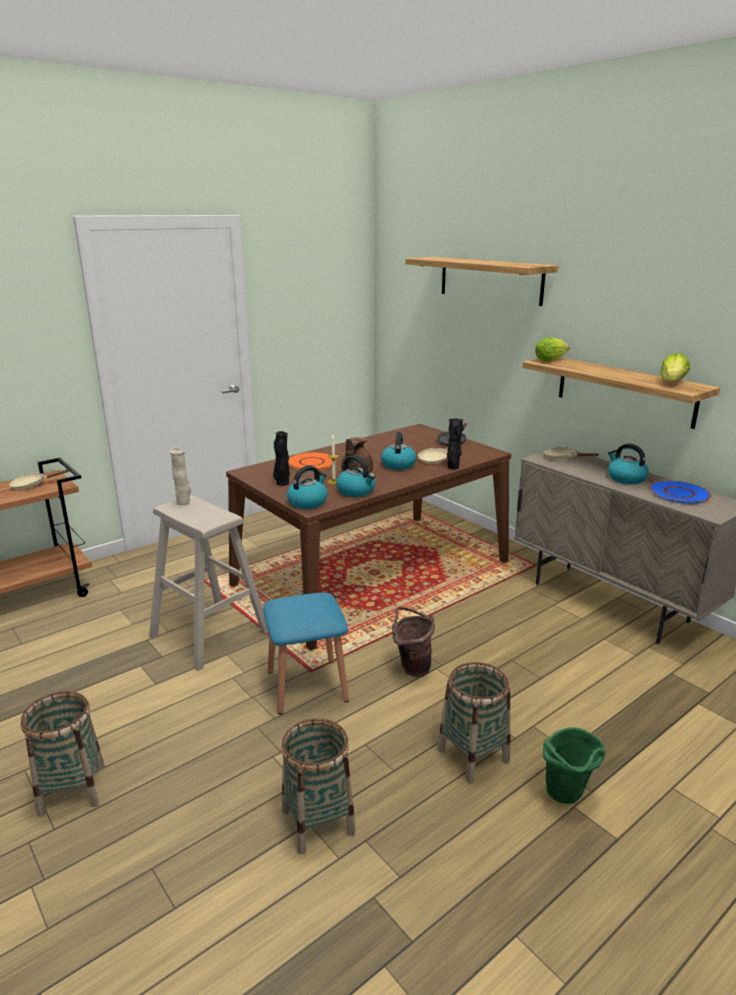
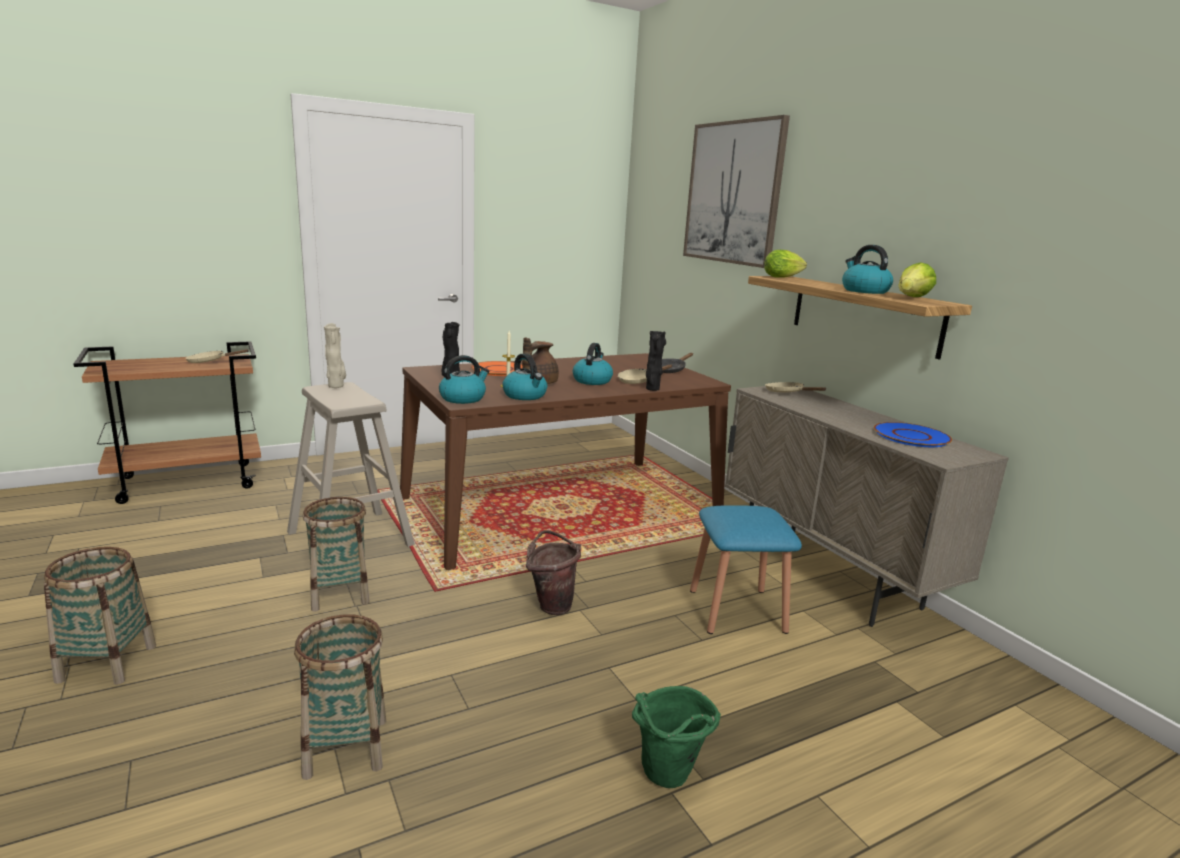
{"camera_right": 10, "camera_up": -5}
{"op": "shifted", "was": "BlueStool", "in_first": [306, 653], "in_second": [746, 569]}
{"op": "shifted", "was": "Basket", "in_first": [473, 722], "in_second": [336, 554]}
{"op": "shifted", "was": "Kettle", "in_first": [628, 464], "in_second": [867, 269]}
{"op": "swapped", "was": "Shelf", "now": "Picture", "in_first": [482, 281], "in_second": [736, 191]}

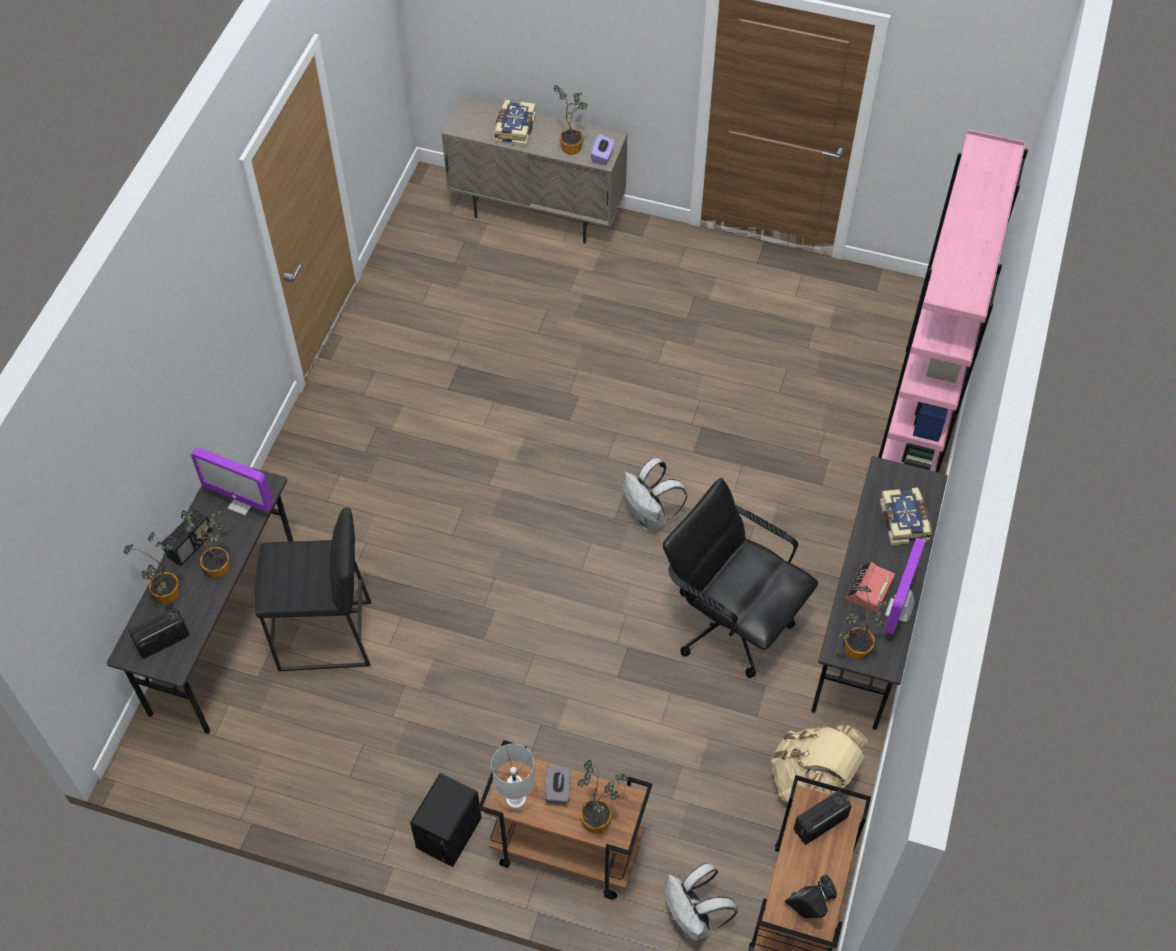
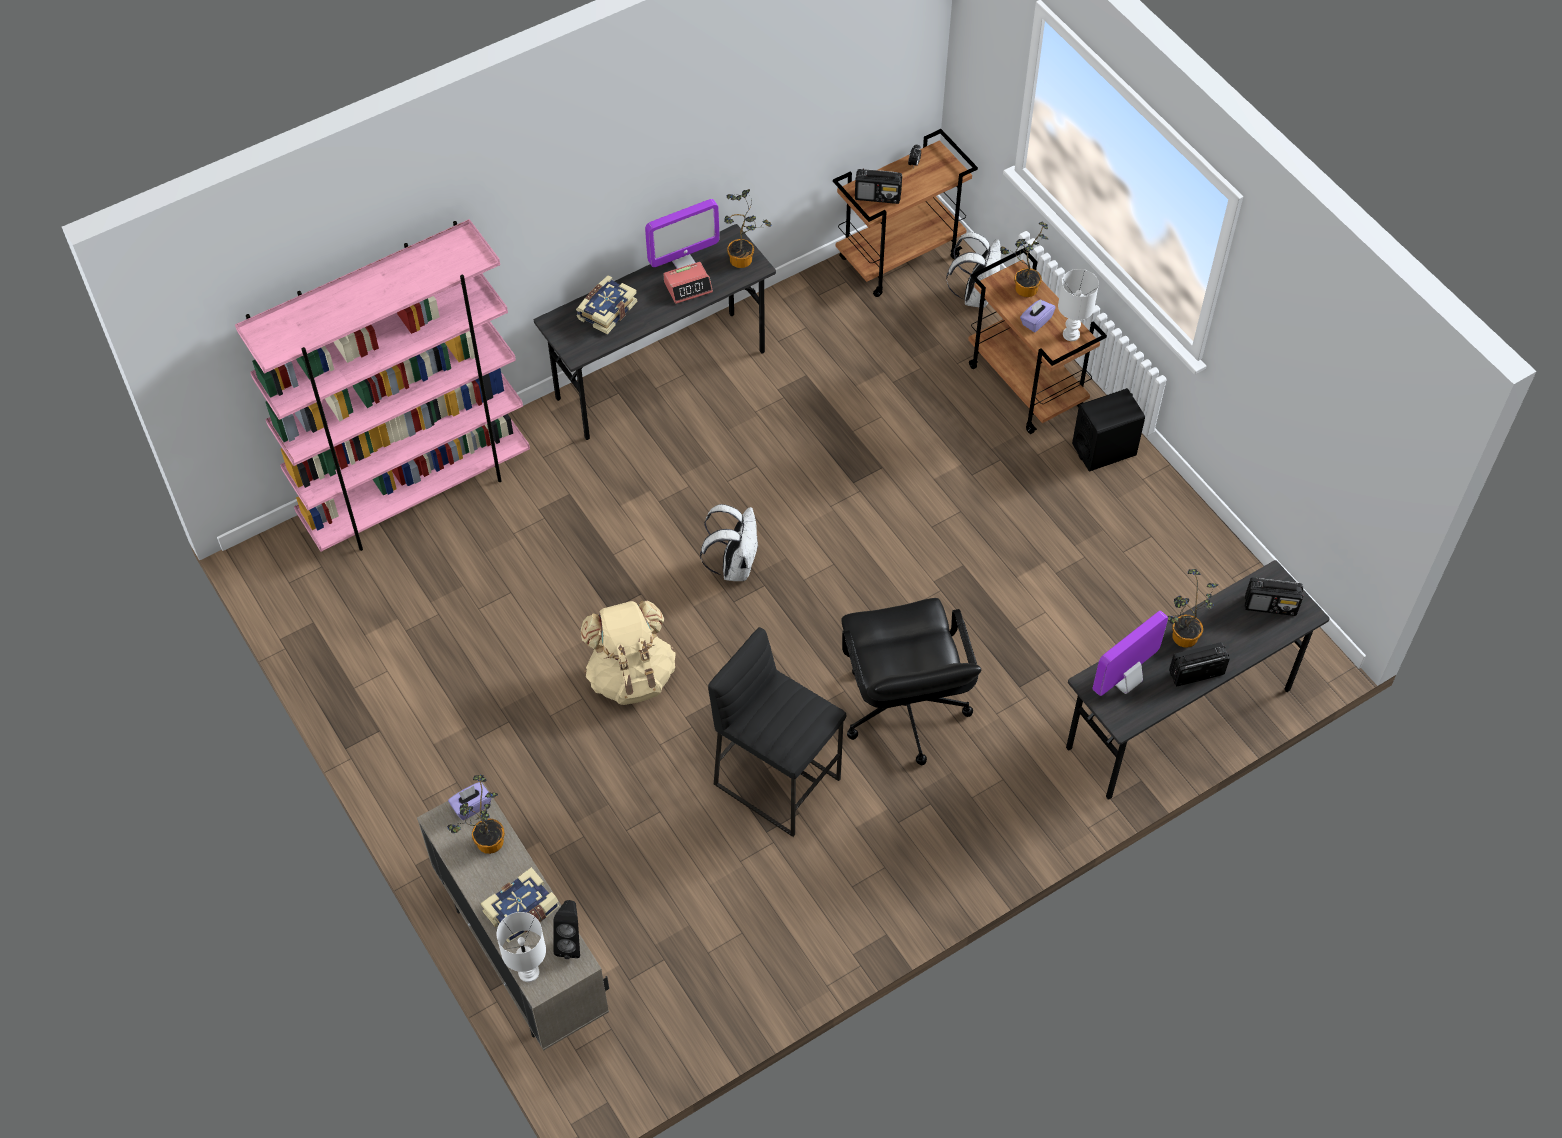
{"camera_right": -140, "camera_up": 0}
{"op": "gone", "was": "PottedPlant", "in_first": [151, 568]}
{"op": "new", "now": "WhiteTableLamp", "in_second": [521, 947]}
{"op": "shifted", "was": "BlackStool", "in_first": [313, 589], "in_second": [777, 732]}
{"op": "shifted", "was": "BlackOfficeChair", "in_first": [740, 578], "in_second": [911, 681]}
{"op": "shifted", "was": "BeigeBackpack", "in_first": [819, 764], "in_second": [628, 652]}
{"op": "shifted", "was": "BlackSpeaker", "in_first": [806, 901], "in_second": [566, 929]}
{"op": "repainted", "was": "GreyTissueBox", "now": "PurpleTissueBox", "in_first": [558, 784], "in_second": [1038, 315]}
{"op": "rotated", "was": "Monitor", "in_first": [232, 481], "in_second": [1130, 653], "clockwise": -105}

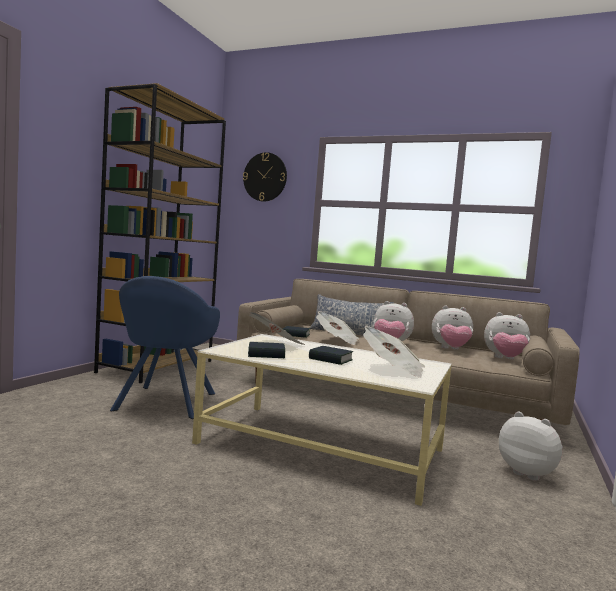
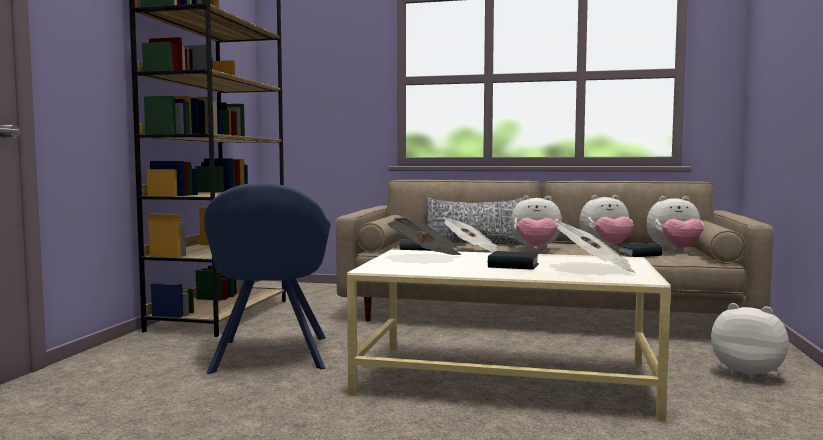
{"camera_right": -10, "camera_up": 0}
{"op": "gone", "was": "WallClock", "in_first": [265, 177]}
{"op": "shifted", "was": "Book", "in_first": [266, 350], "in_second": [640, 250]}

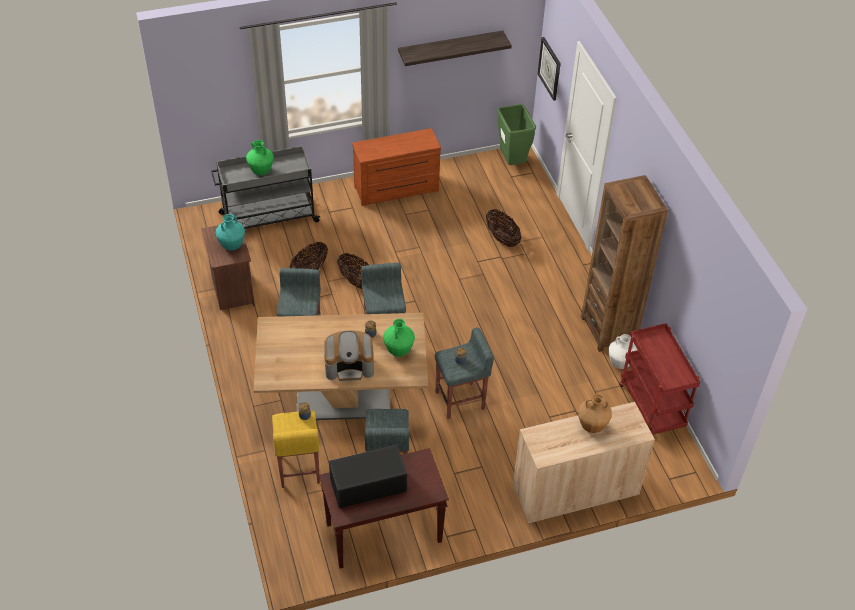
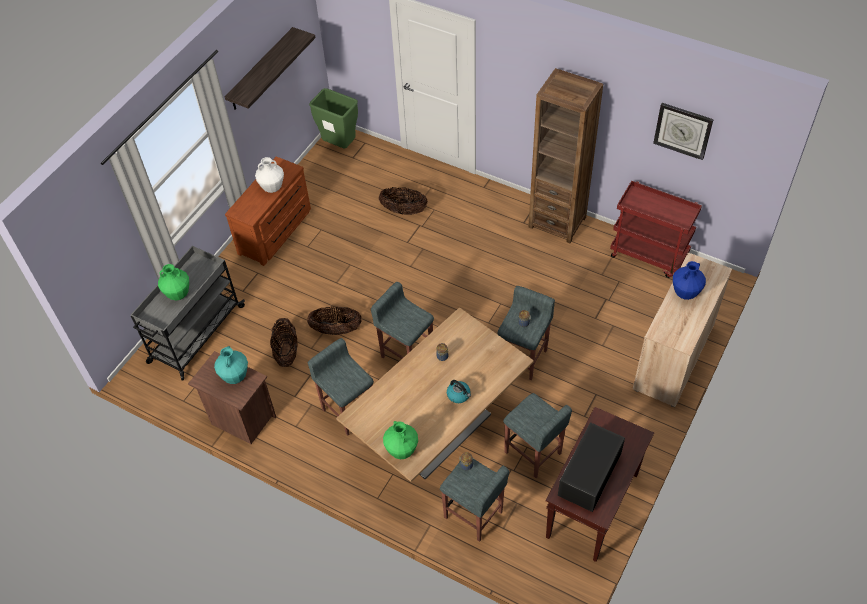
{"camera_right": -40, "camera_up": 5}
{"op": "shifted", "was": "GreenVase", "in_first": [399, 338], "in_second": [400, 440]}
{"op": "shifted", "was": "WallClock", "in_first": [549, 69], "in_second": [683, 131]}
{"op": "shifted", "was": "WhiteVase", "in_first": [622, 351], "in_second": [269, 175]}
{"op": "swapped", "was": "CoffeeMachine", "now": "Kettle", "in_first": [349, 355], "in_second": [459, 391]}
{"op": "repainted", "was": "YellowStool", "now": "GreyStool", "in_first": [296, 449], "in_second": [474, 500]}
{"op": "repainted", "was": "BrownVase", "now": "BlueVase", "in_first": [595, 413], "in_second": [689, 280]}

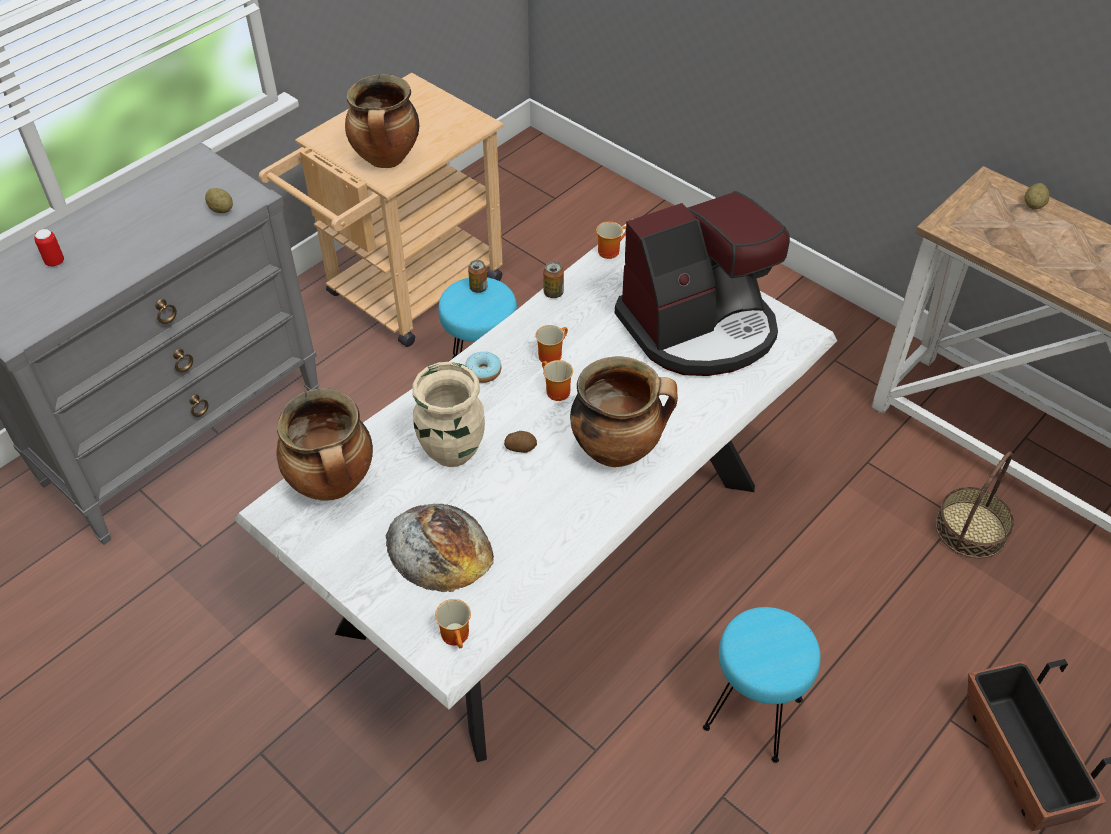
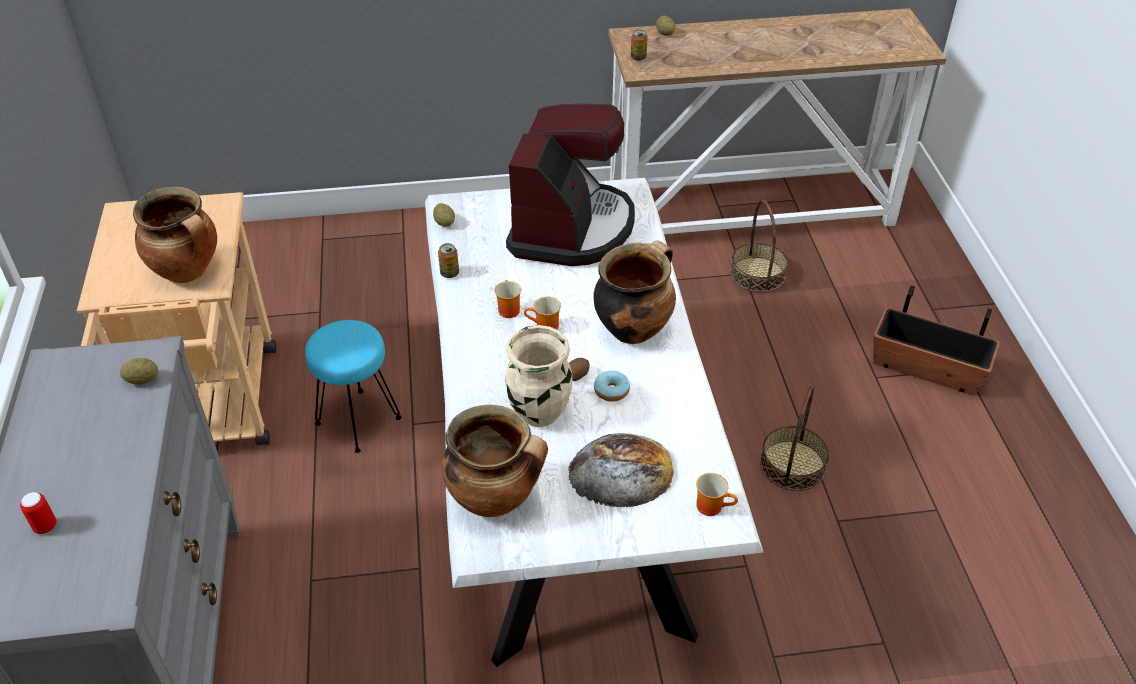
{"camera_right": -50, "camera_up": -5}
{"op": "shifted", "was": "Donut", "in_first": [483, 367], "in_second": [612, 386]}
{"op": "shifted", "was": "Can", "in_first": [477, 276], "in_second": [639, 45]}
{"op": "swapped", "was": "Mug", "now": "Potato", "in_first": [611, 240], "in_second": [444, 215]}
{"op": "swapped", "was": "TurquoiseStool", "now": "Basket", "in_first": [762, 685], "in_second": [794, 438]}

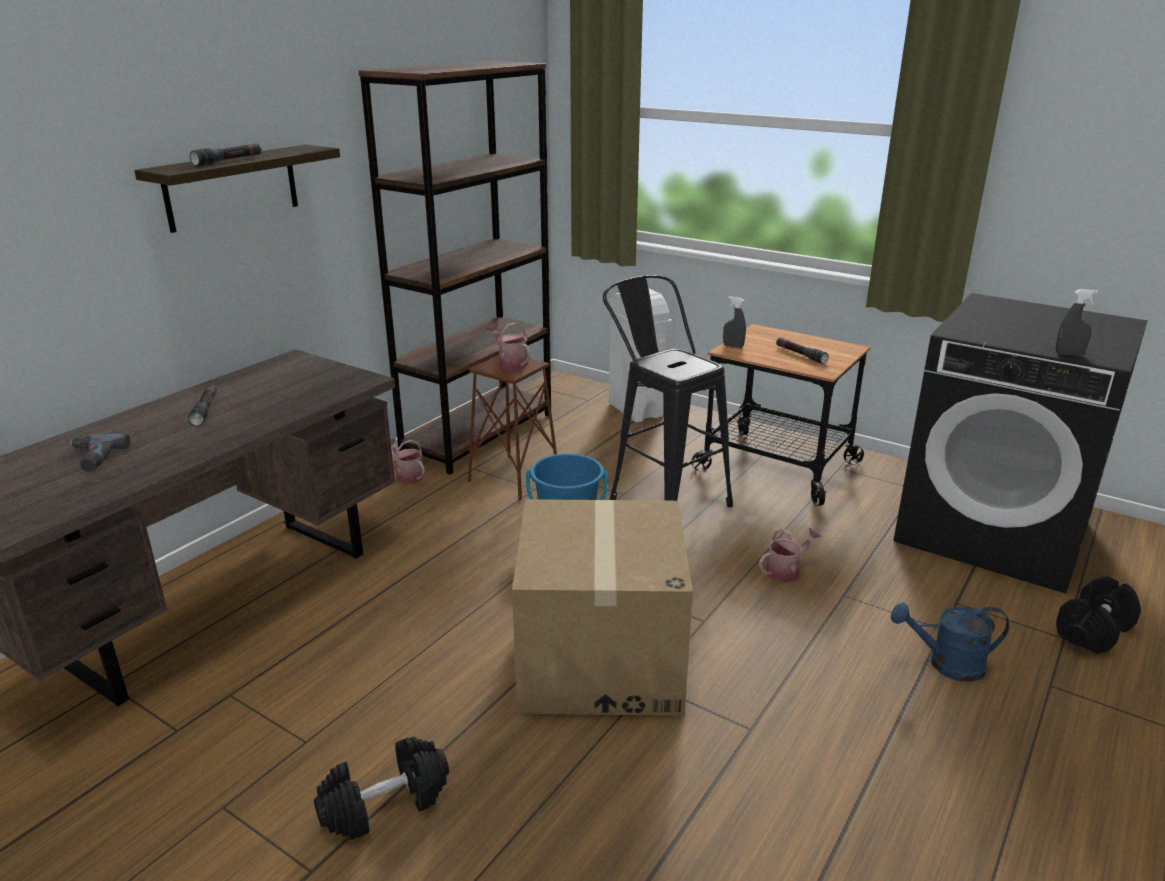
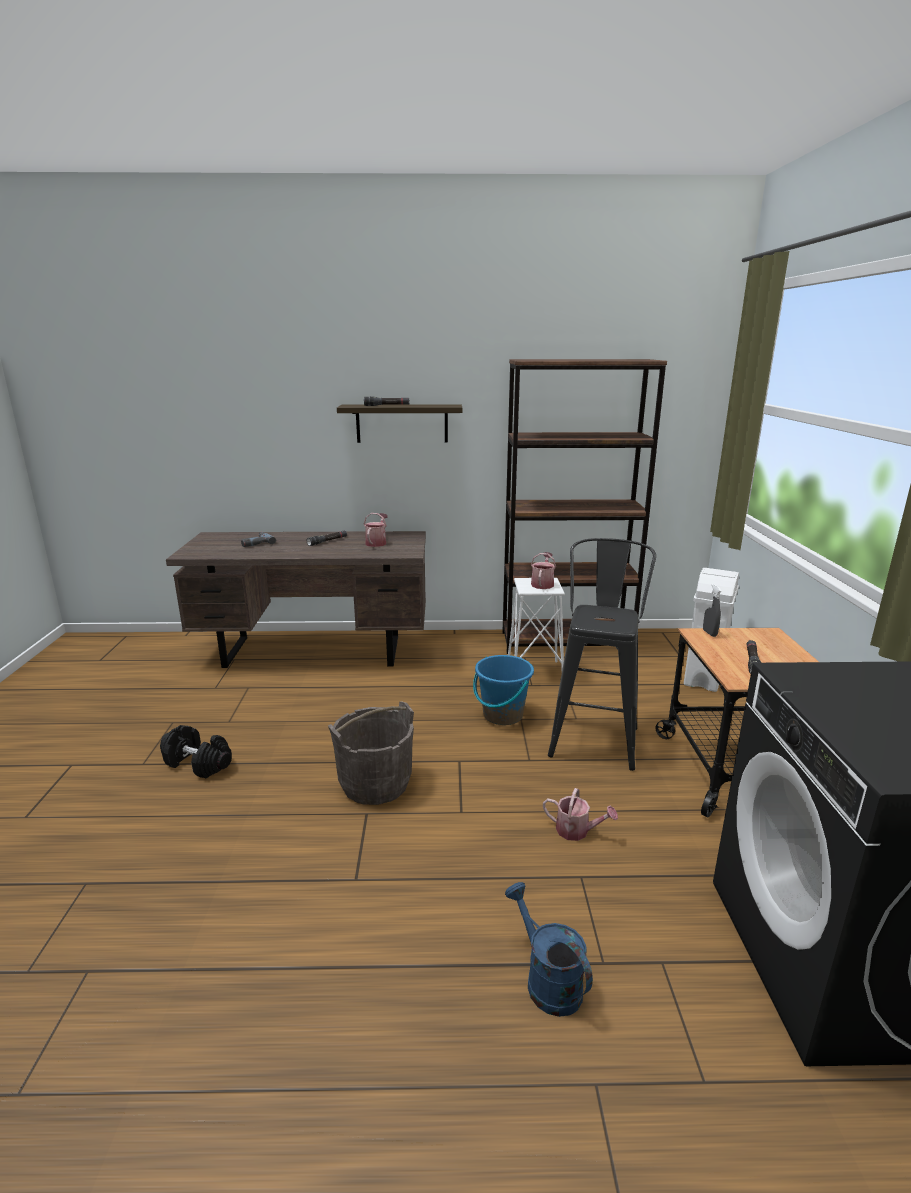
{"camera_right": 55, "camera_up": -5}
{"op": "gone", "was": "GreySprayBottle", "in_first": [1077, 322]}
{"op": "gone", "was": "BlackDumbbell", "in_first": [1098, 615]}
{"op": "shifted", "was": "WateringCan", "in_first": [407, 460], "in_second": [375, 530]}
{"op": "swapped", "was": "CardboardBox", "now": "GreyBucket", "in_first": [602, 607], "in_second": [371, 753]}
{"op": "repainted", "was": "BrownStool", "now": "WhiteStool", "in_first": [512, 427], "in_second": [536, 623]}

